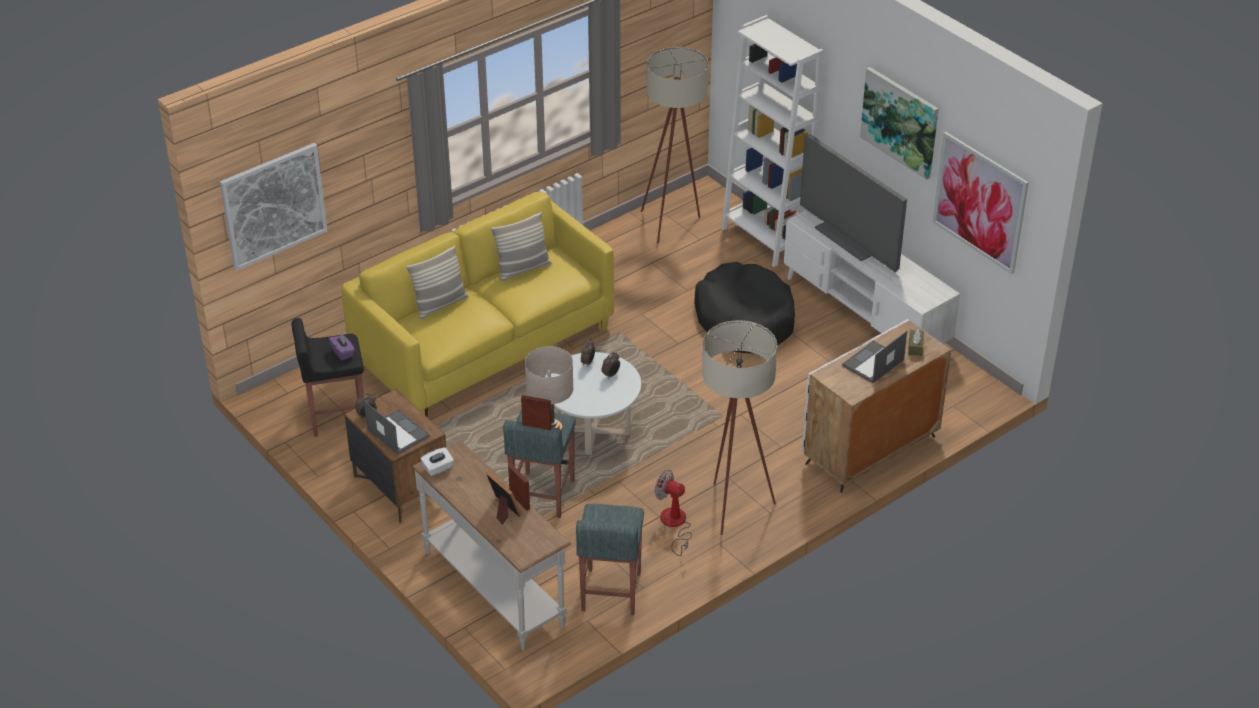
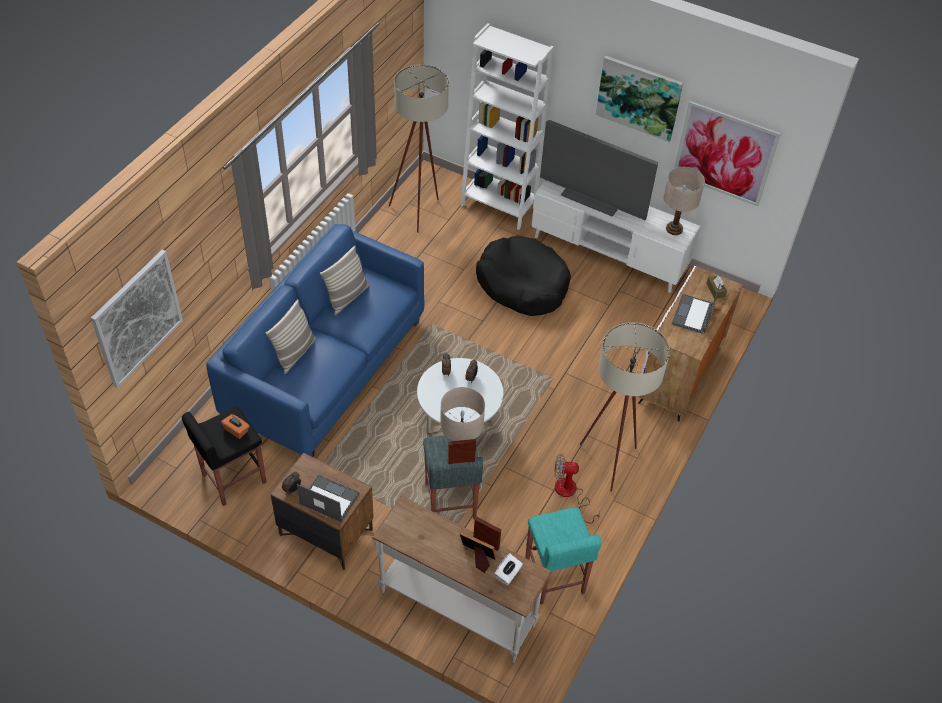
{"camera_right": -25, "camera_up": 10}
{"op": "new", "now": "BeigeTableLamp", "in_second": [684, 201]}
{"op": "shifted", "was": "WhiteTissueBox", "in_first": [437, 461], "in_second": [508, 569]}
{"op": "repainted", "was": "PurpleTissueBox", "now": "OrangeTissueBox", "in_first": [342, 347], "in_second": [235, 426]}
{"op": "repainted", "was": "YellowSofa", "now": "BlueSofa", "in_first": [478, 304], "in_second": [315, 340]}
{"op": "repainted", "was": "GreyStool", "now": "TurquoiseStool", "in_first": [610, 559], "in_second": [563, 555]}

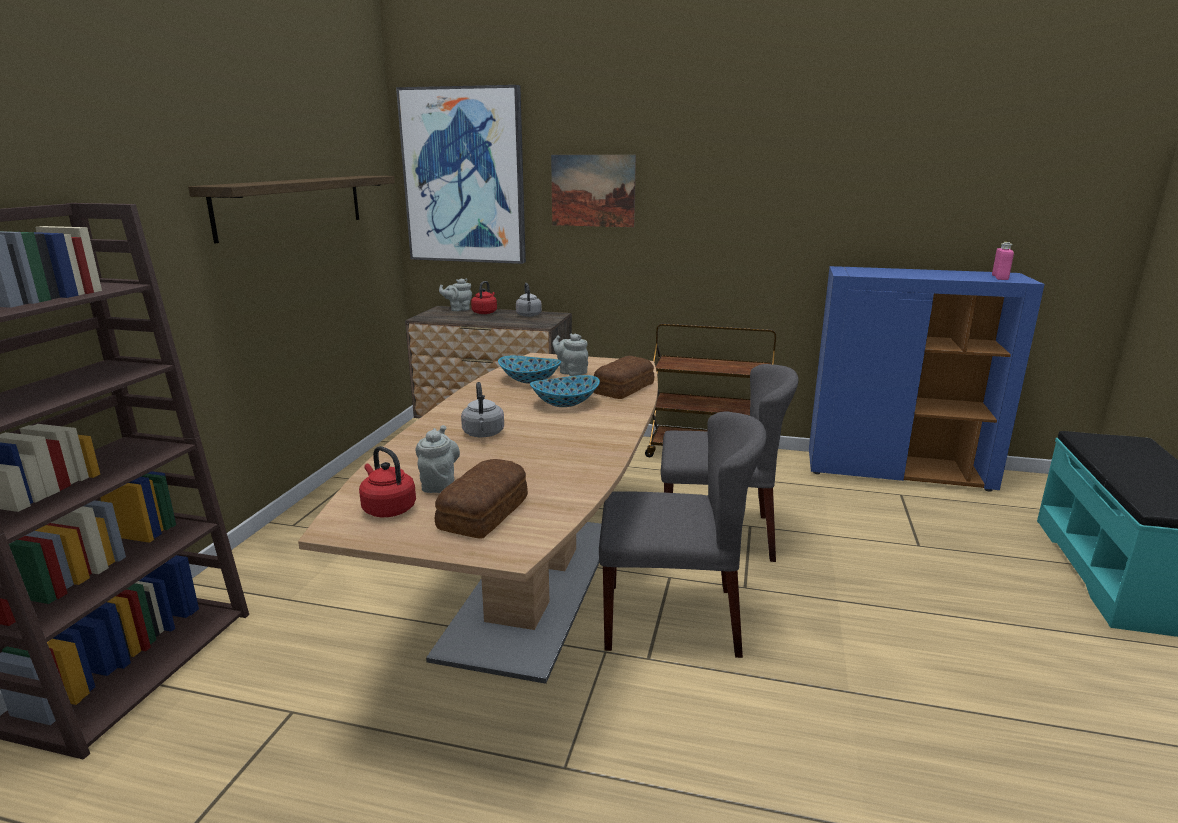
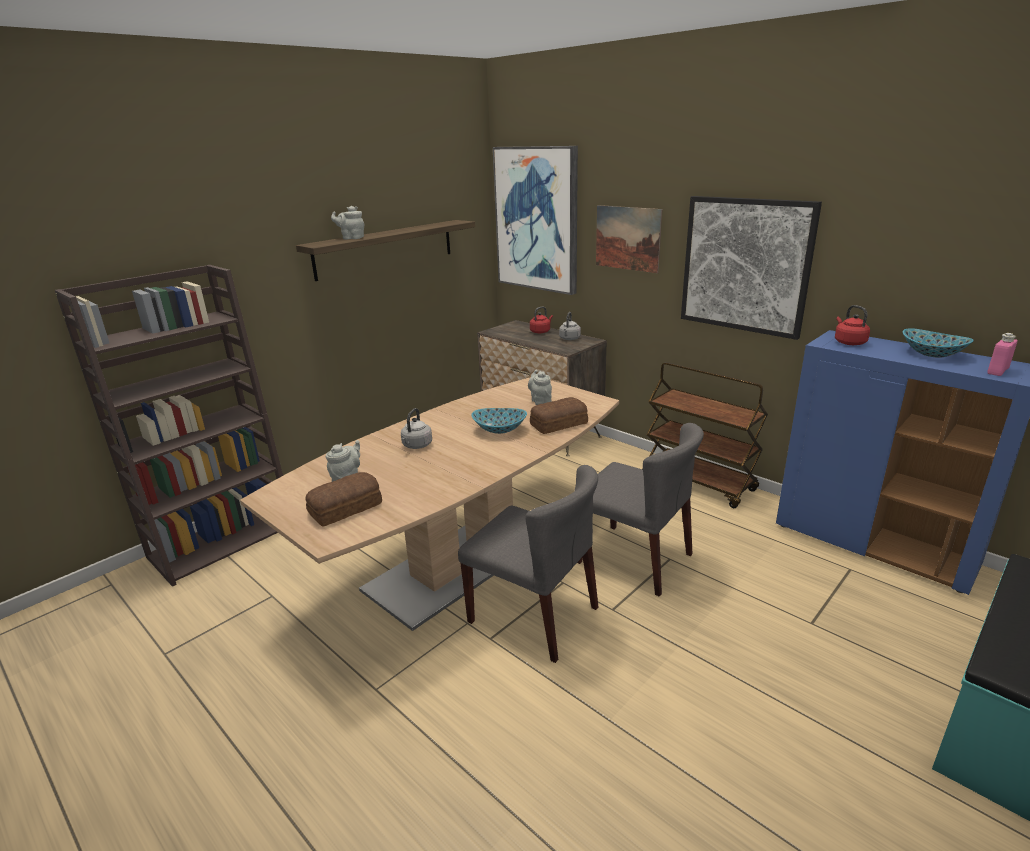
{"camera_right": 30, "camera_up": 5}
{"op": "new", "now": "Picture", "in_second": [751, 268]}
{"op": "shifted", "was": "RedKettle", "in_first": [387, 481], "in_second": [852, 325]}
{"op": "shifted", "was": "GreyTeapot", "in_first": [455, 294], "in_second": [347, 222]}
{"op": "shifted", "was": "Bowl", "in_first": [529, 370], "in_second": [938, 343]}

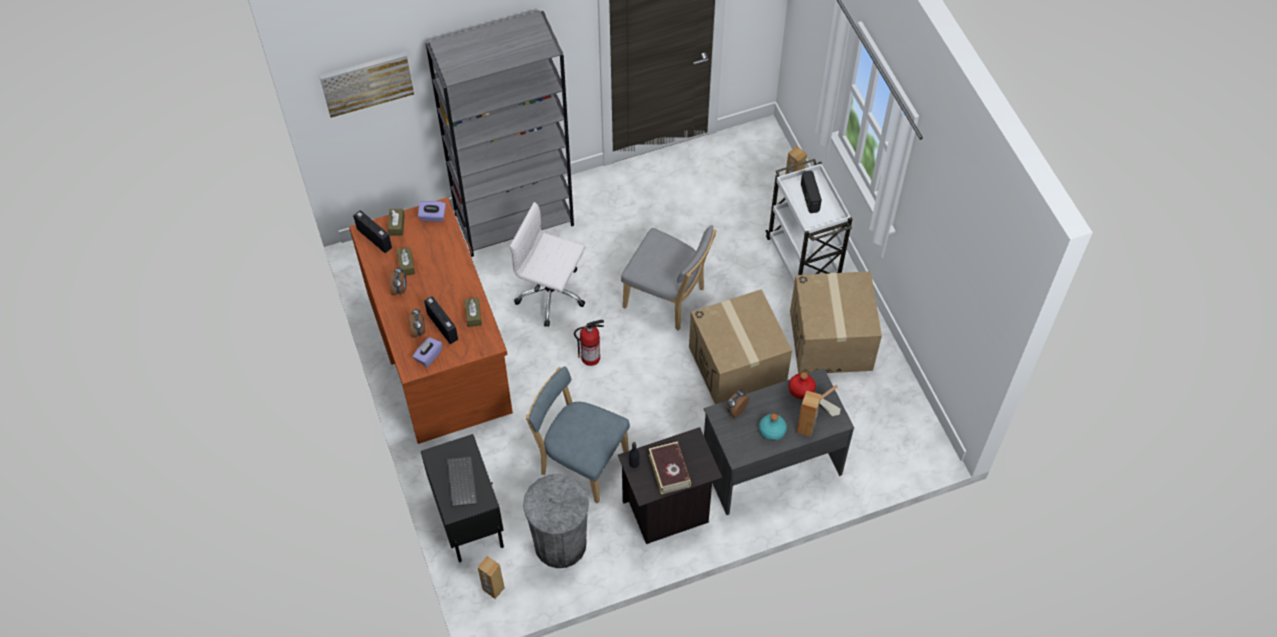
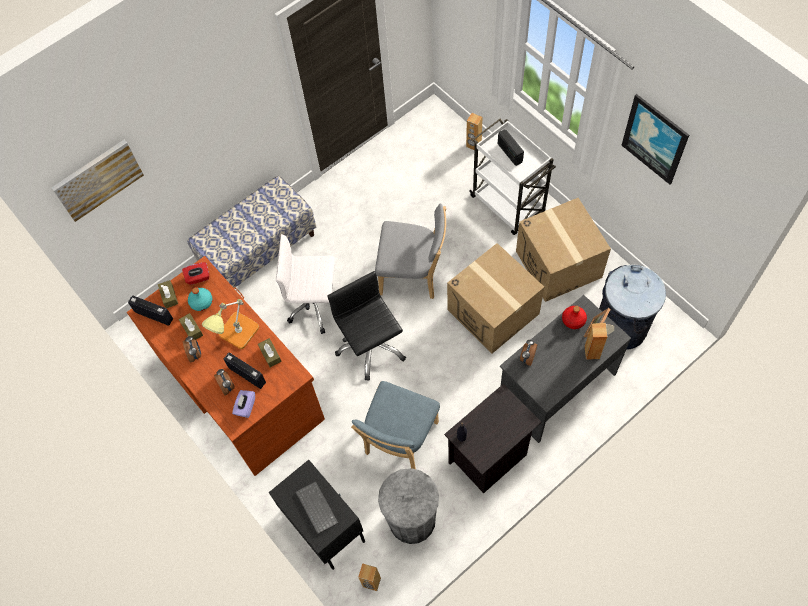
{"camera_right": -15, "camera_up": 5}
{"op": "gone", "was": "Book", "in_first": [670, 467]}
{"op": "new", "now": "TableLamp", "in_second": [230, 324]}
{"op": "new", "now": "GreyTrashCan", "in_second": [632, 307]}
{"op": "new", "now": "Picture", "in_second": [655, 139]}
{"op": "shifted", "was": "TurquoiseBottle", "in_first": [773, 427], "in_second": [200, 299]}
{"op": "swapped", "was": "GreyBookcase", "now": "Bench", "in_first": [500, 134], "in_second": [251, 231]}
{"op": "swapped", "was": "FireExtinguisher", "now": "BlackOfficeChair", "in_first": [589, 343], "in_second": [366, 326]}
{"op": "repainted", "was": "PurpleTissueBox", "now": "RedTissueBox", "in_first": [432, 211], "in_second": [196, 273]}
{"op": "rotated", "was": "BlueChair", "in_first": [578, 435], "in_second": [395, 425], "clockwise": -75}

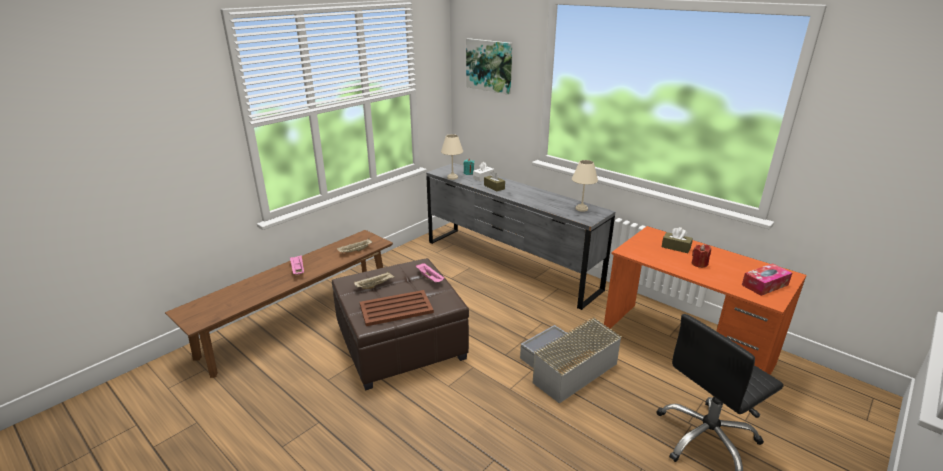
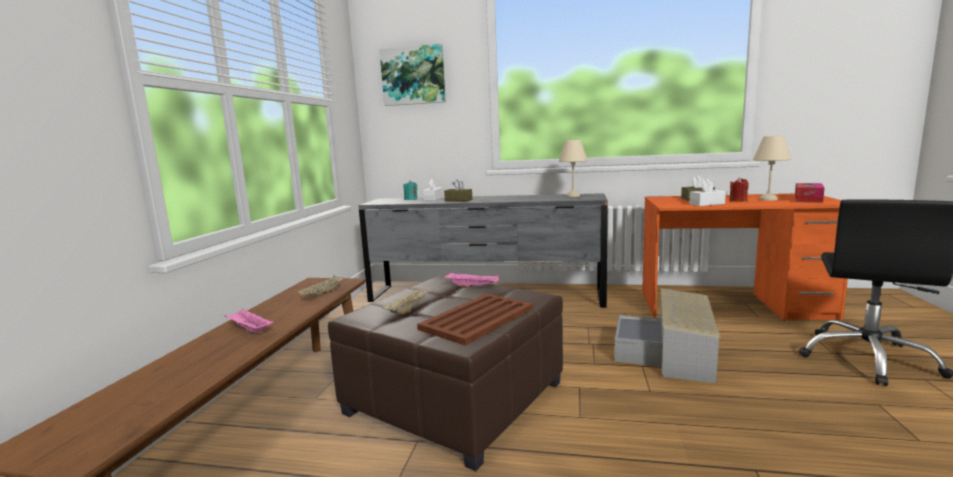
{"camera_right": -30, "camera_up": -15}
{"op": "new", "now": "WhiteTissueBox", "in_second": [707, 192]}
{"op": "shifted", "was": "BeigeTableLamp", "in_first": [452, 157], "in_second": [772, 168]}

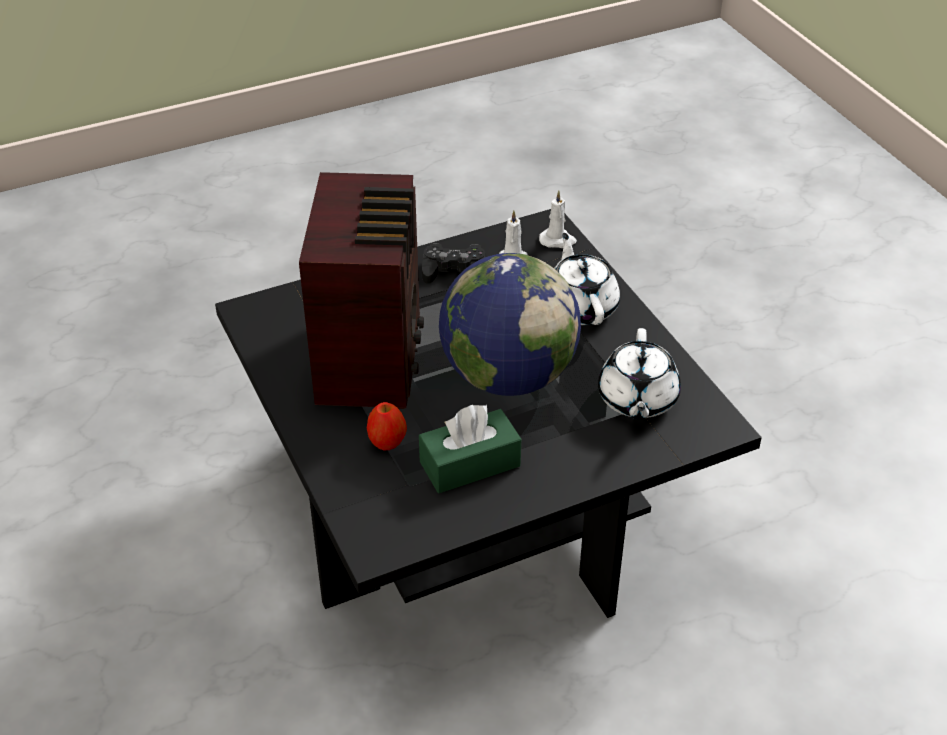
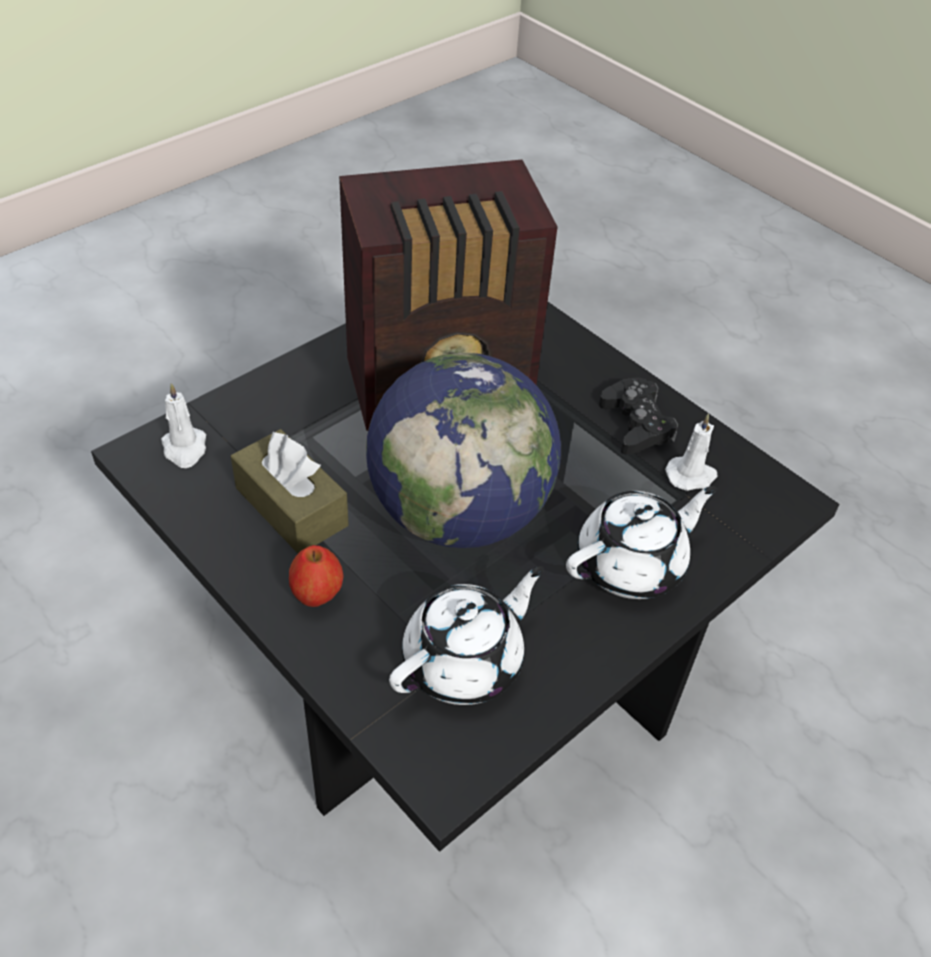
{"camera_right": 70, "camera_up": 5}
{"op": "shifted", "was": "Apple", "in_first": [387, 426], "in_second": [316, 576]}
{"op": "shifted", "was": "WhiteCandle", "in_first": [558, 219], "in_second": [183, 425]}
{"op": "repainted", "was": "GreenTissueBox", "now": "BrownTissueBox", "in_first": [470, 449], "in_second": [290, 491]}
{"op": "rotated", "was": "WhiteTeapot", "in_first": [639, 374], "in_second": [466, 635], "clockwise": 150}

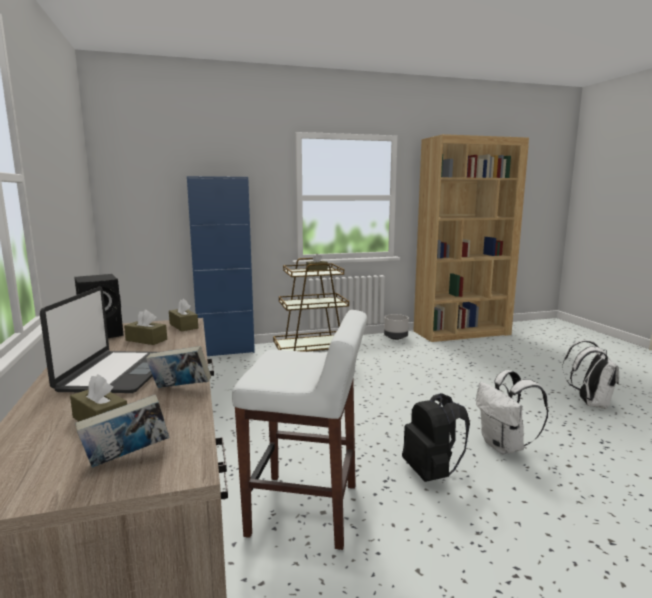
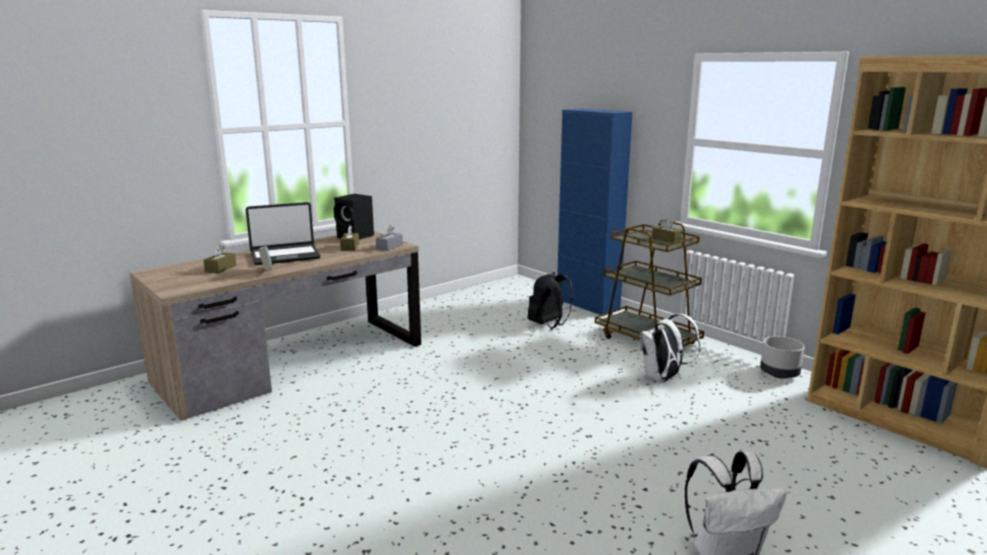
{"camera_right": 65, "camera_up": 5}
{"op": "gone", "was": "Book", "in_first": [122, 431]}
{"op": "gone", "was": "WhiteStool", "in_first": [299, 430]}
{"op": "shifted", "was": "BlackBackpack", "in_first": [436, 437], "in_second": [550, 300]}
{"op": "shifted", "was": "WhiteBackpack", "in_first": [512, 412], "in_second": [670, 348]}
{"op": "repainted", "was": "BrownTissueBox", "now": "GreyTissueBox", "in_first": [183, 315], "in_second": [389, 238]}

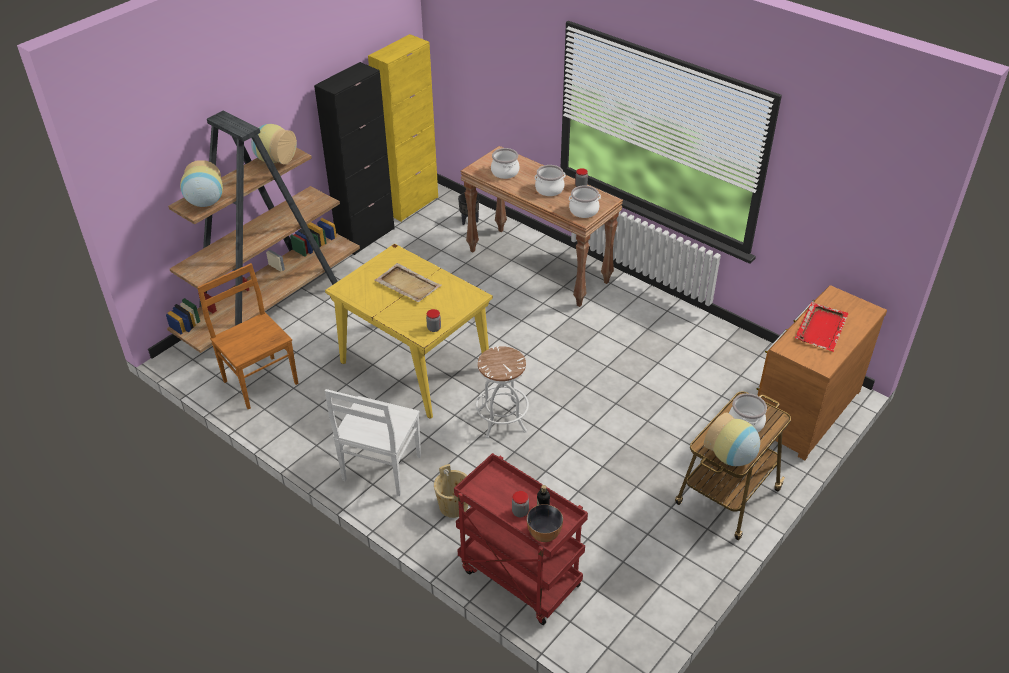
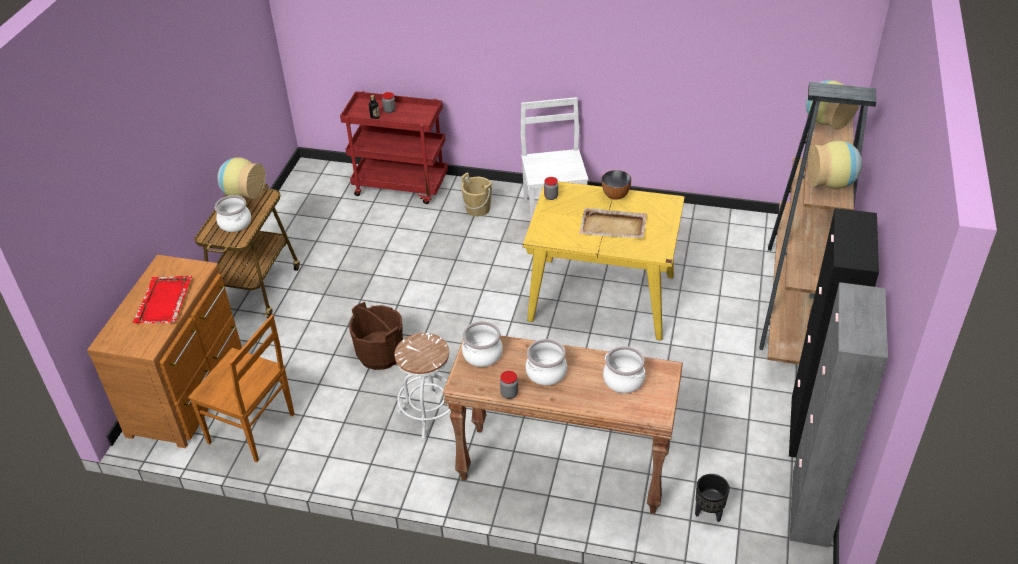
{"camera_right": 155, "camera_up": 0}
{"op": "new", "now": "BrownBucket", "in_second": [376, 336]}
{"op": "shifted", "was": "BrownChair", "in_first": [247, 336], "in_second": [241, 388]}
{"op": "shifted", "was": "WhiteStool", "in_first": [502, 392], "in_second": [422, 386]}
{"op": "shifted", "was": "Bowl", "in_first": [545, 523], "in_second": [616, 185]}
{"op": "repainted", "was": "YellowCabinet", "now": "GreyCabinet", "in_first": [403, 128], "in_second": [838, 415]}

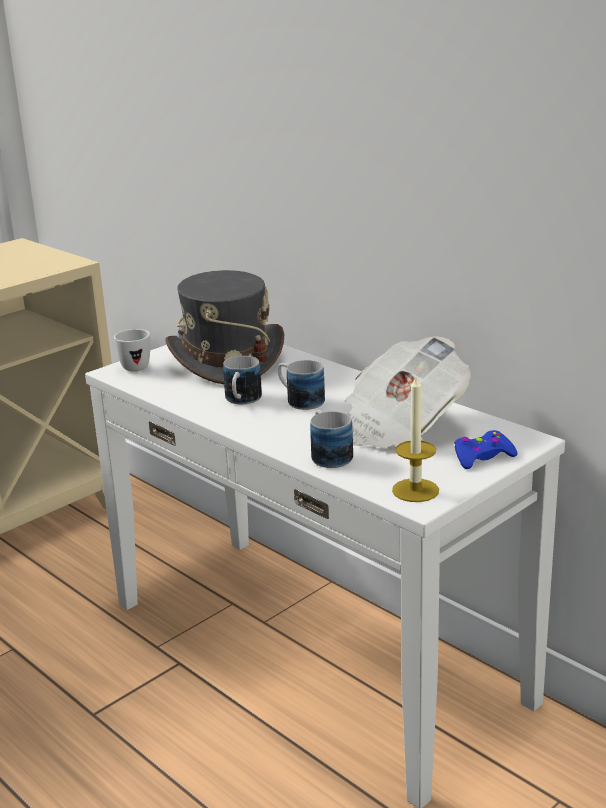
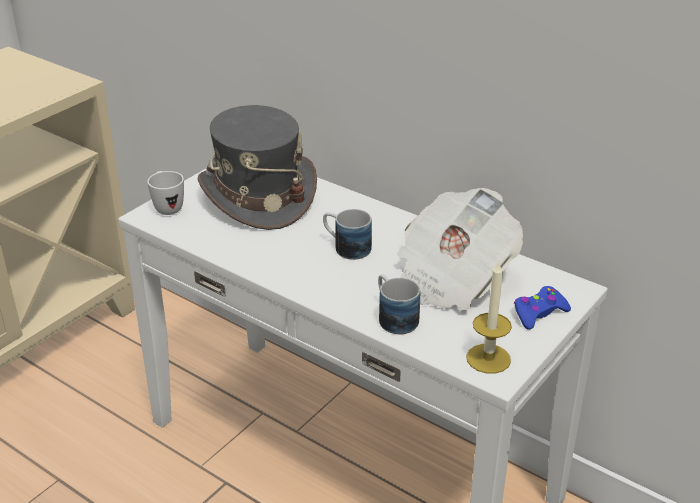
{"camera_right": -10, "camera_up": 10}
{"op": "gone", "was": "Mug", "in_first": [242, 380]}

